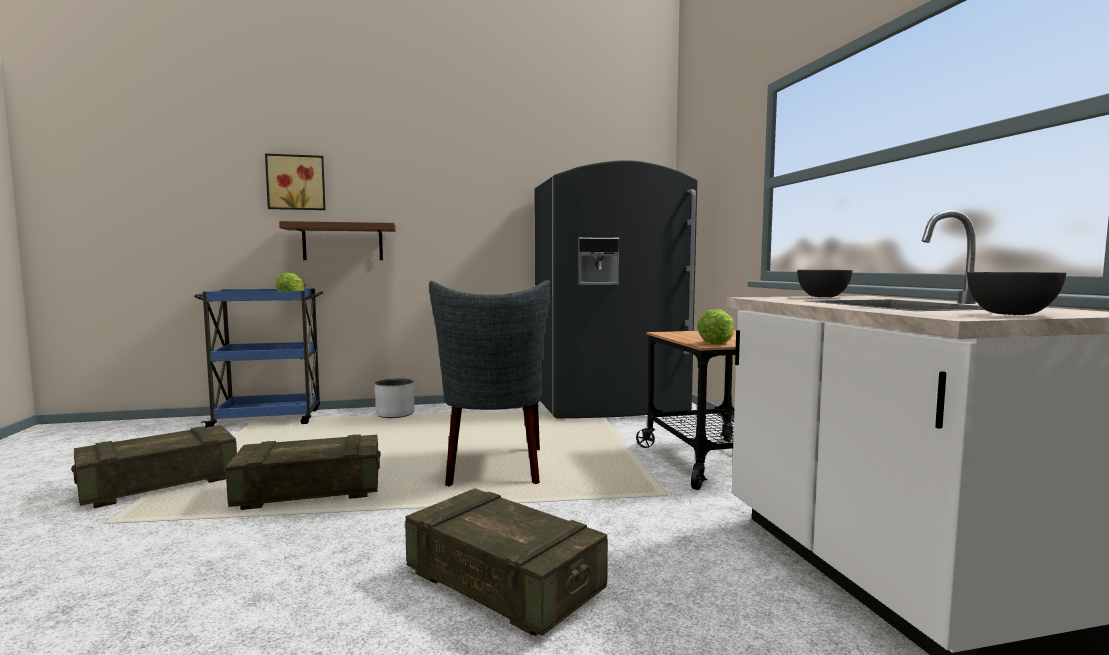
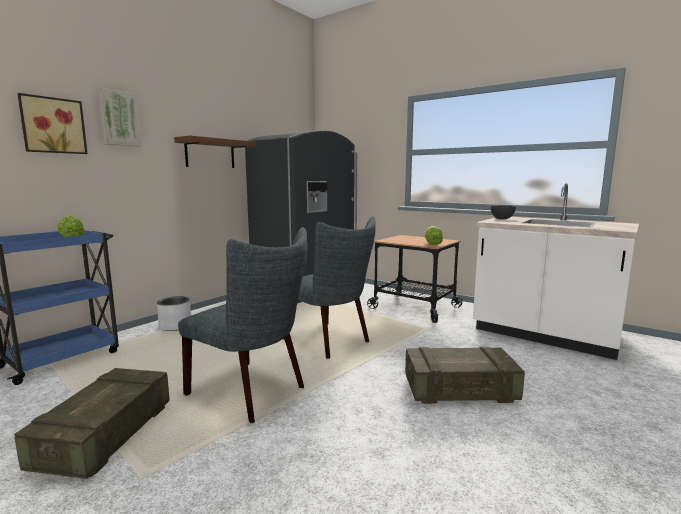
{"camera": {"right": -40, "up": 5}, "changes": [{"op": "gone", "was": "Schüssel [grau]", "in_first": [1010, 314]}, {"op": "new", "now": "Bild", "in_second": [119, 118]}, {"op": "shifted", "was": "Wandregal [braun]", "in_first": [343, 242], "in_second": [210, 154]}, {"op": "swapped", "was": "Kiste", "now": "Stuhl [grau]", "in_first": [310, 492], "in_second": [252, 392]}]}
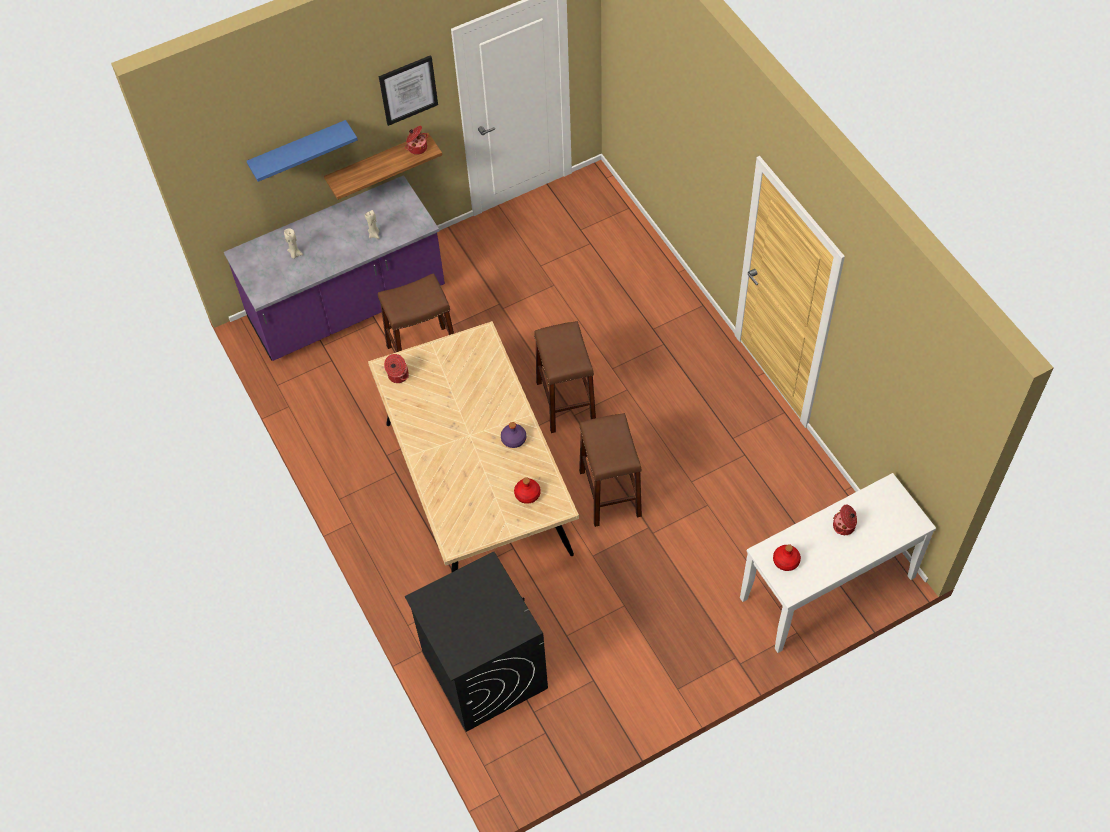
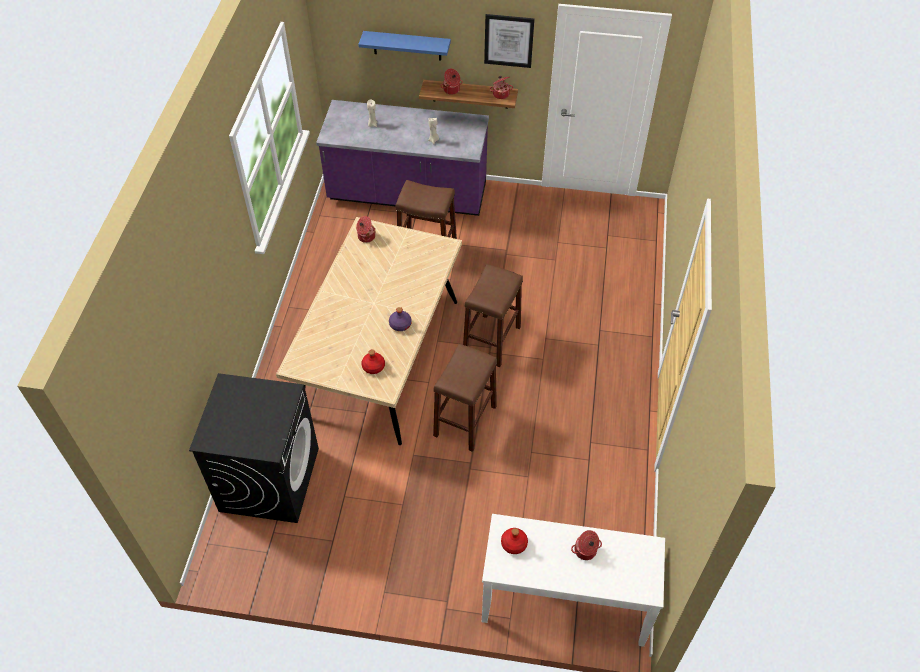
{"camera": {"right": 35, "up": -5}, "changes": [{"op": "new", "now": "Kochtopf", "in_second": [451, 90]}]}
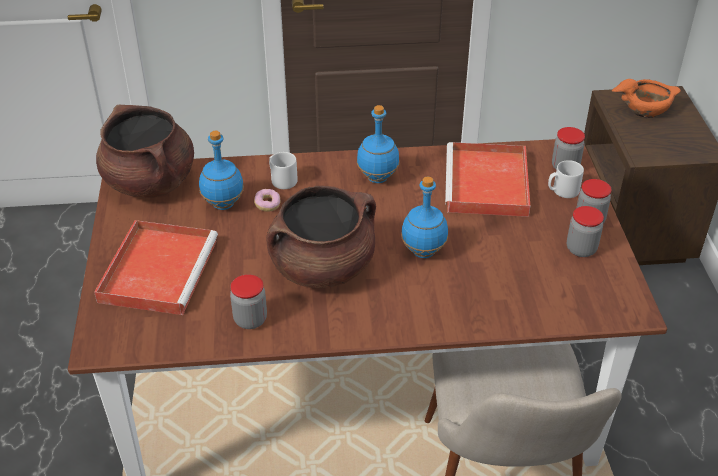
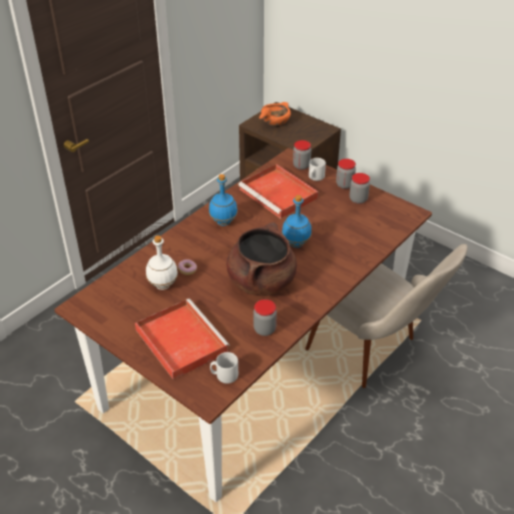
{"camera": {"right": -45, "up": 0}, "changes": [{"op": "gone", "was": "Kochtopf [braun]", "in_first": [150, 182]}, {"op": "shifted", "was": "Henkelbecher [grau]", "in_first": [282, 180], "in_second": [224, 375]}, {"op": "repainted", "was": "Flasche [blau]", "now": "Flasche [weiß]", "in_first": [223, 204], "in_second": [163, 285]}]}
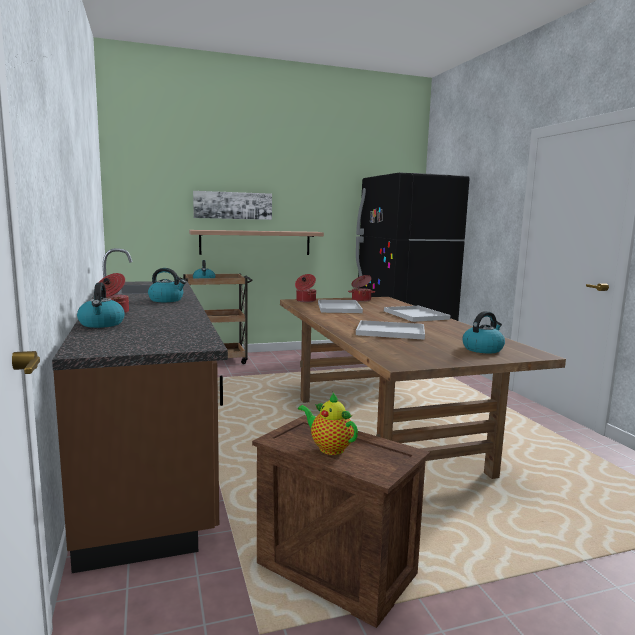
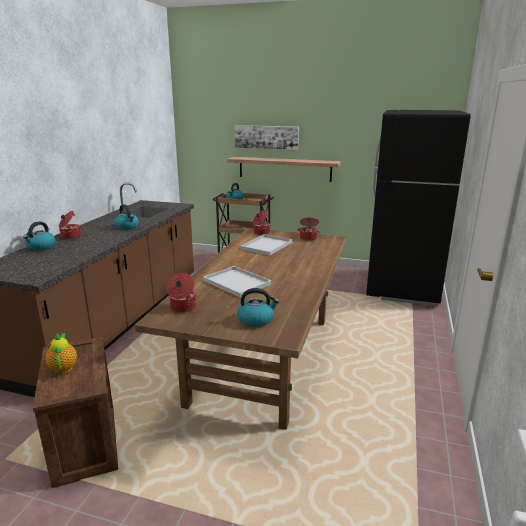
{"camera": {"right": 35, "up": 10}, "changes": [{"op": "gone", "was": "Tablett [weiß]", "in_first": [417, 315]}, {"op": "new", "now": "Kochtopf", "in_second": [182, 307]}]}
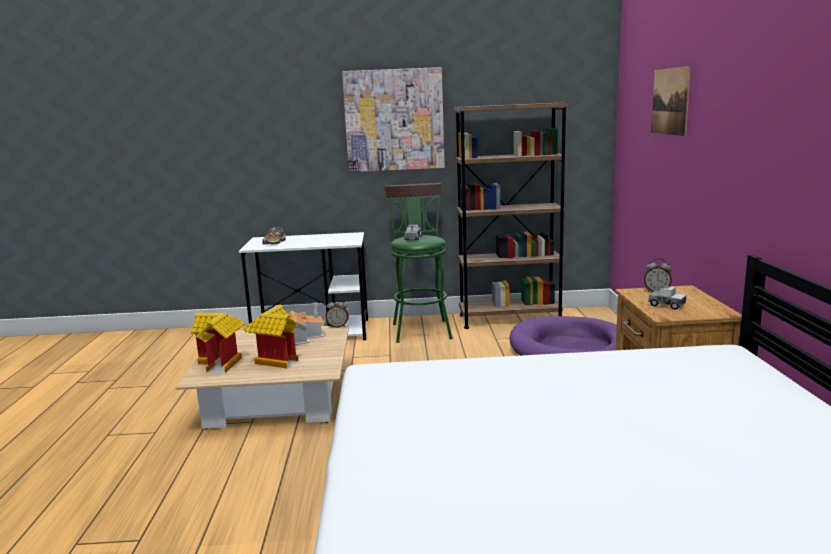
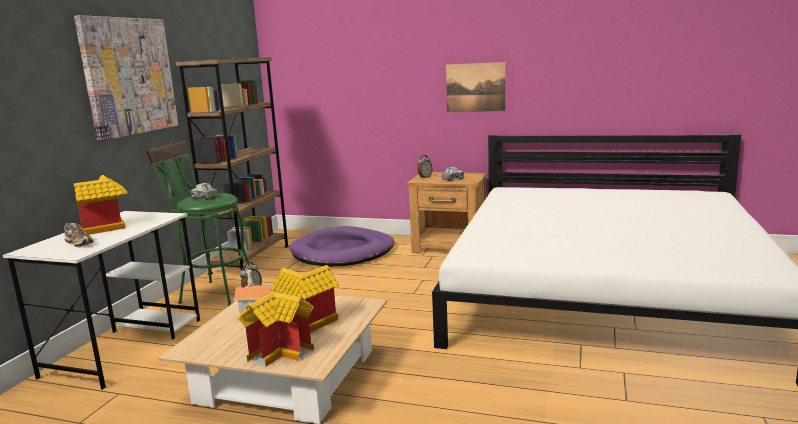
{"camera": {"right": -70, "up": 0}, "changes": [{"op": "new", "now": "Spielzeughaus", "in_second": [107, 228]}, {"op": "shifted", "was": "Bild", "in_first": [670, 101], "in_second": [475, 87]}]}
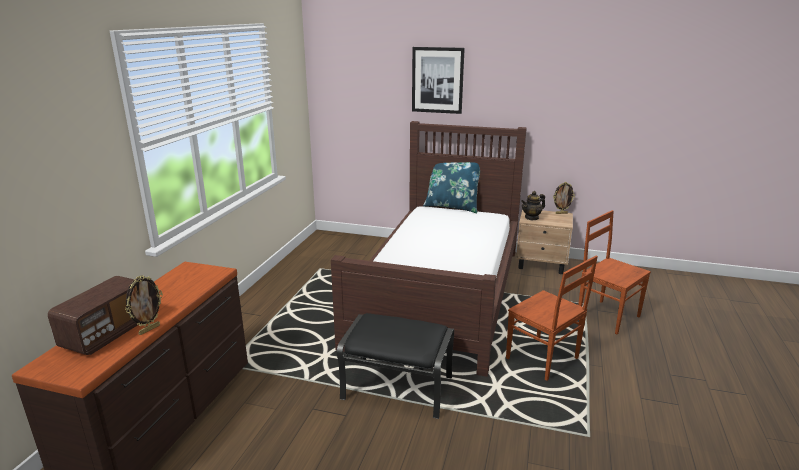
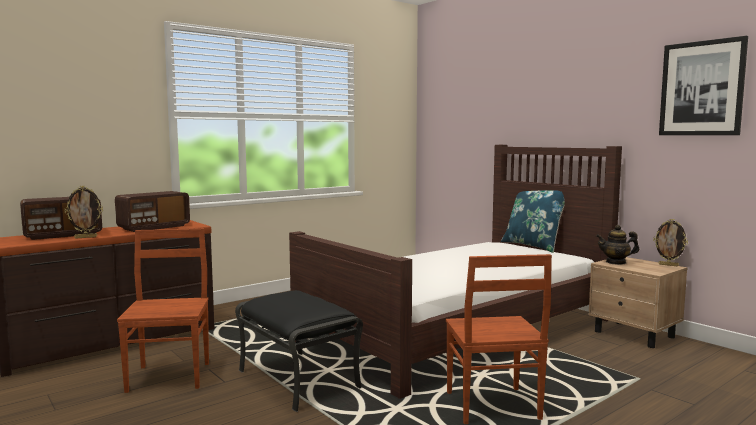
{"camera": {"right": 35, "up": -15}, "changes": [{"op": "new", "now": "Radio", "in_second": [154, 227]}, {"op": "shifted", "was": "Bild", "in_first": [437, 80], "in_second": [701, 88]}, {"op": "shifted", "was": "Stuhl [braun]", "in_first": [607, 316], "in_second": [171, 376]}]}
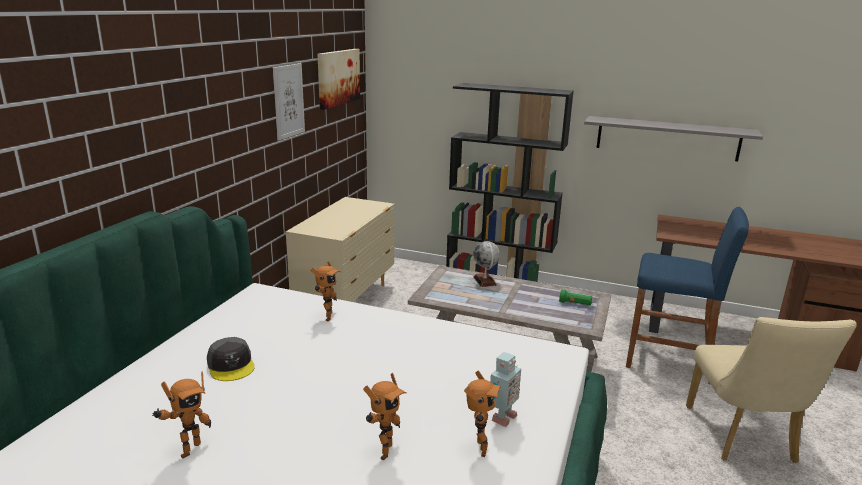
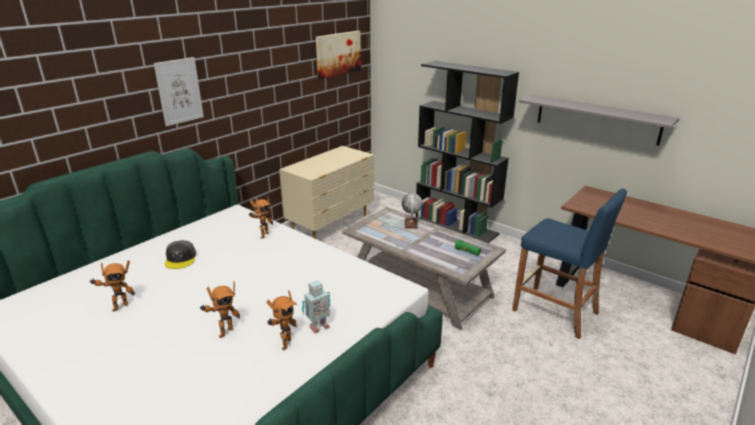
{"camera": {"right": 20, "up": 5}, "changes": [{"op": "gone", "was": "Stuhl [beige]", "in_first": [743, 439]}, {"op": "shifted", "was": "Bild", "in_first": [288, 101], "in_second": [179, 91]}]}
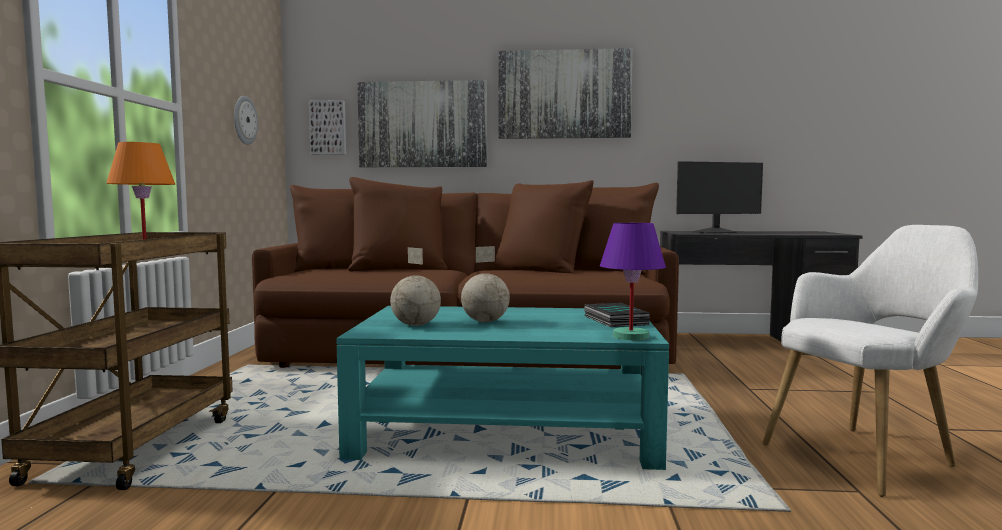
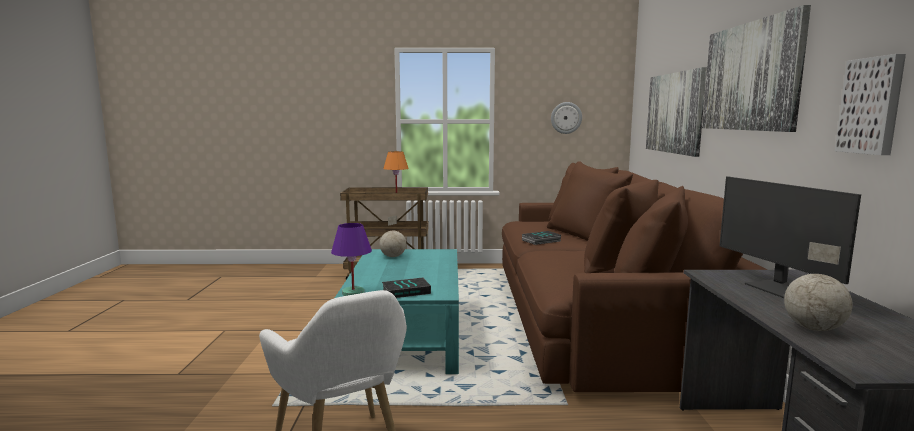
{"camera": {"right": 85, "up": 5}, "changes": [{"op": "new", "now": "Buch", "in_second": [541, 241]}, {"op": "shifted", "was": "Bild", "in_first": [328, 128], "in_second": [872, 106]}, {"op": "shifted", "was": "Globus", "in_first": [484, 321], "in_second": [813, 328]}]}
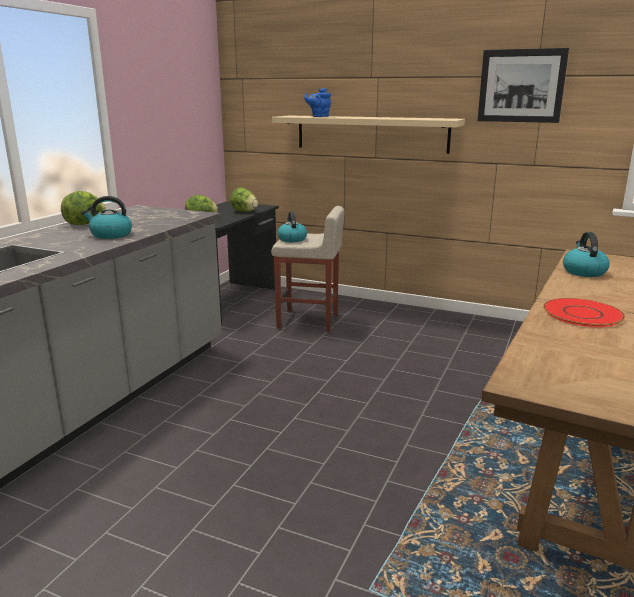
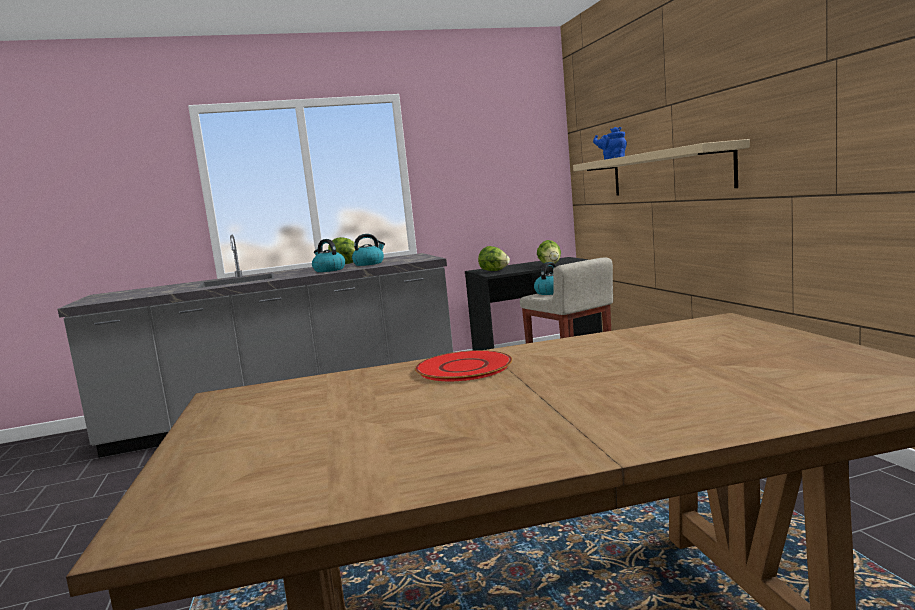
{"camera": {"right": 50, "up": -10}, "changes": [{"op": "gone", "was": "Bild", "in_first": [521, 86]}, {"op": "shifted", "was": "Wasserkessel", "in_first": [583, 271], "in_second": [369, 264]}]}
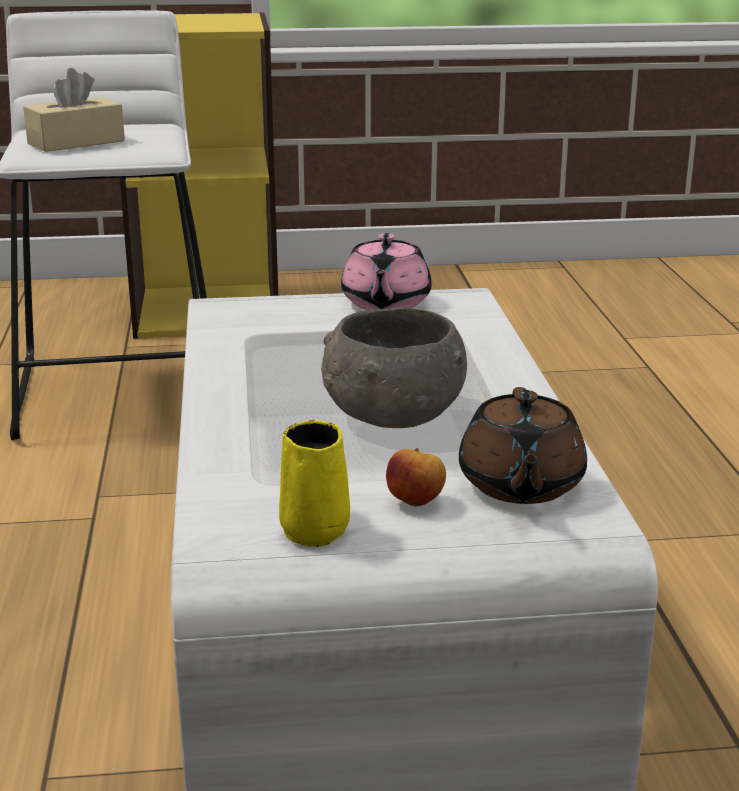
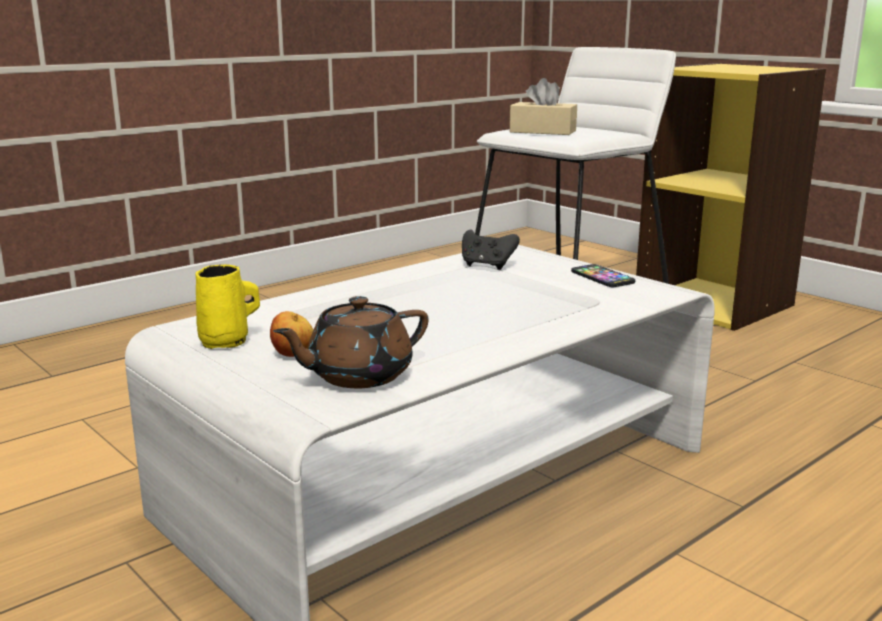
{"camera": {"right": 55, "up": -5}, "changes": [{"op": "gone", "was": "Schüssel [grau]", "in_first": [392, 415]}, {"op": "new", "now": "Gamepad [schwarz]", "in_second": [487, 266]}, {"op": "swapped", "was": "Teekanne [rosa]", "now": "Handy", "in_first": [385, 303], "in_second": [602, 277]}]}
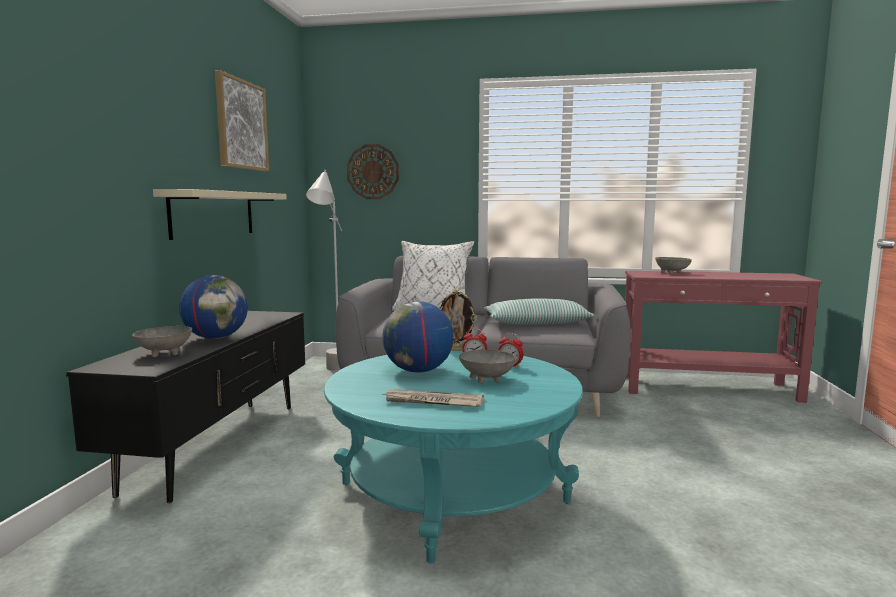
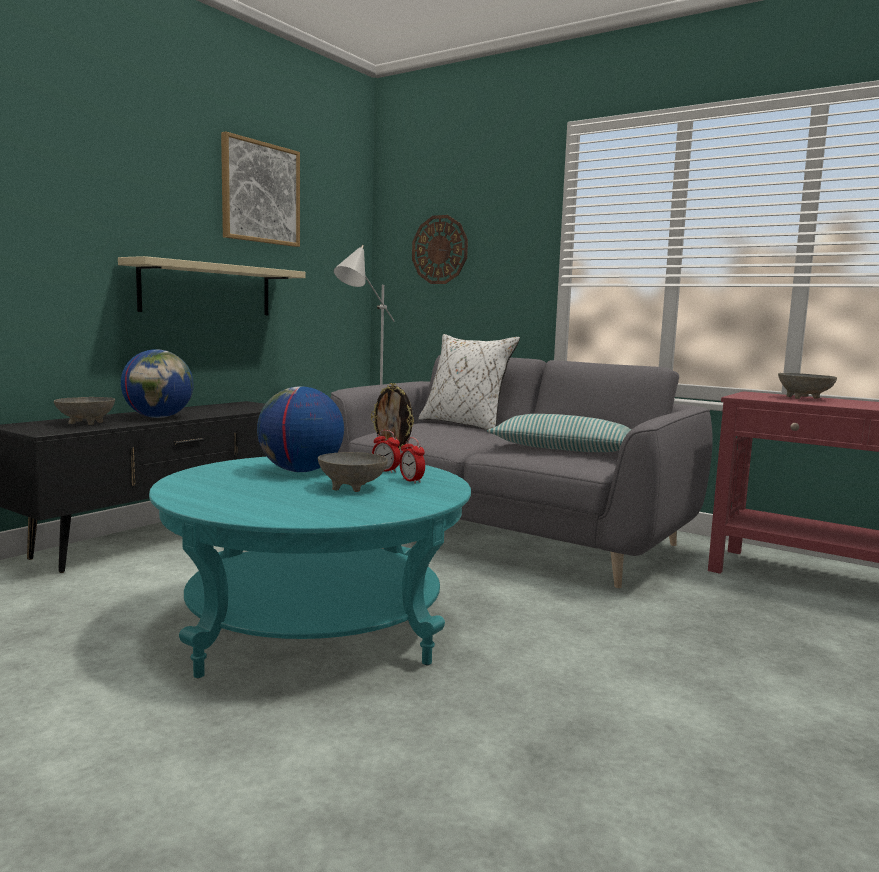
{"camera": {"right": 25, "up": 0}, "changes": [{"op": "gone", "was": "Zeitung", "in_first": [433, 402]}]}
